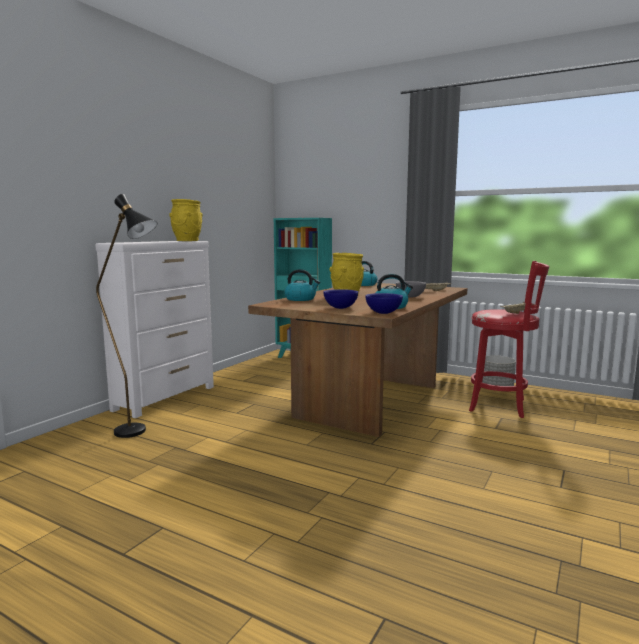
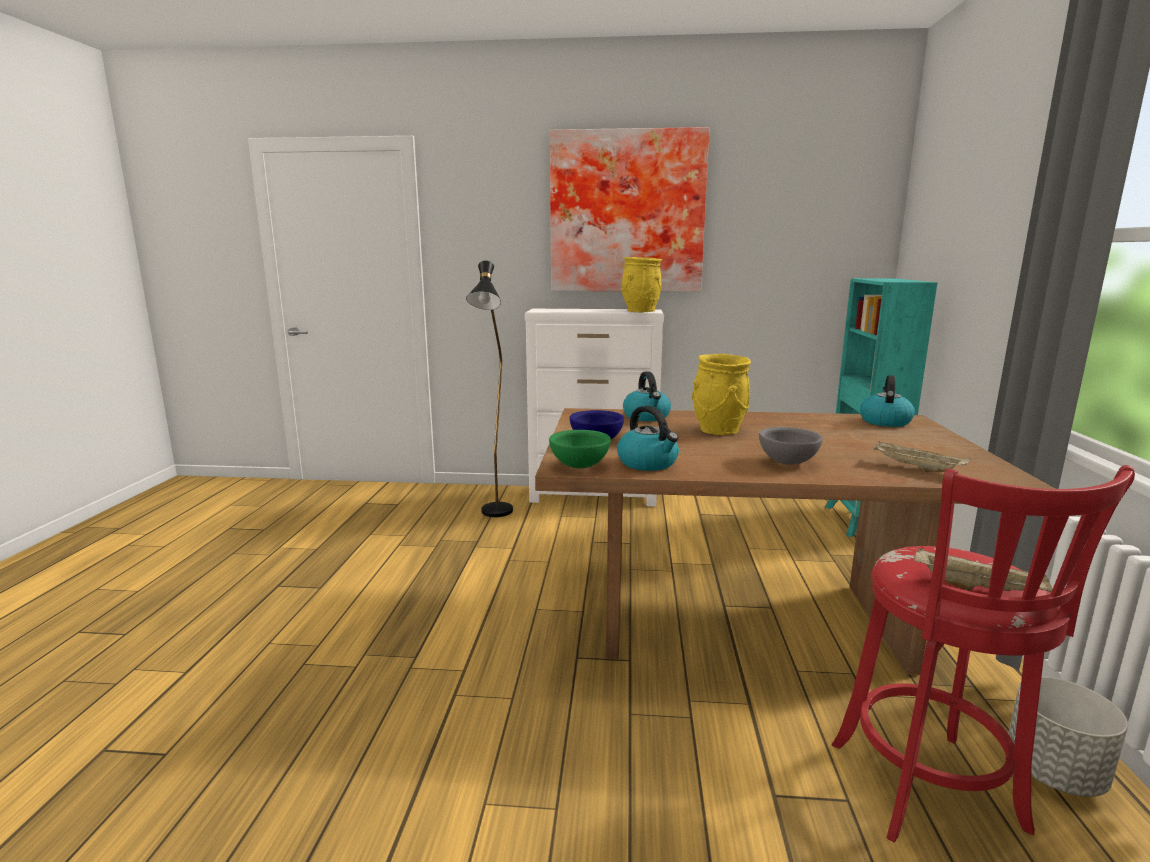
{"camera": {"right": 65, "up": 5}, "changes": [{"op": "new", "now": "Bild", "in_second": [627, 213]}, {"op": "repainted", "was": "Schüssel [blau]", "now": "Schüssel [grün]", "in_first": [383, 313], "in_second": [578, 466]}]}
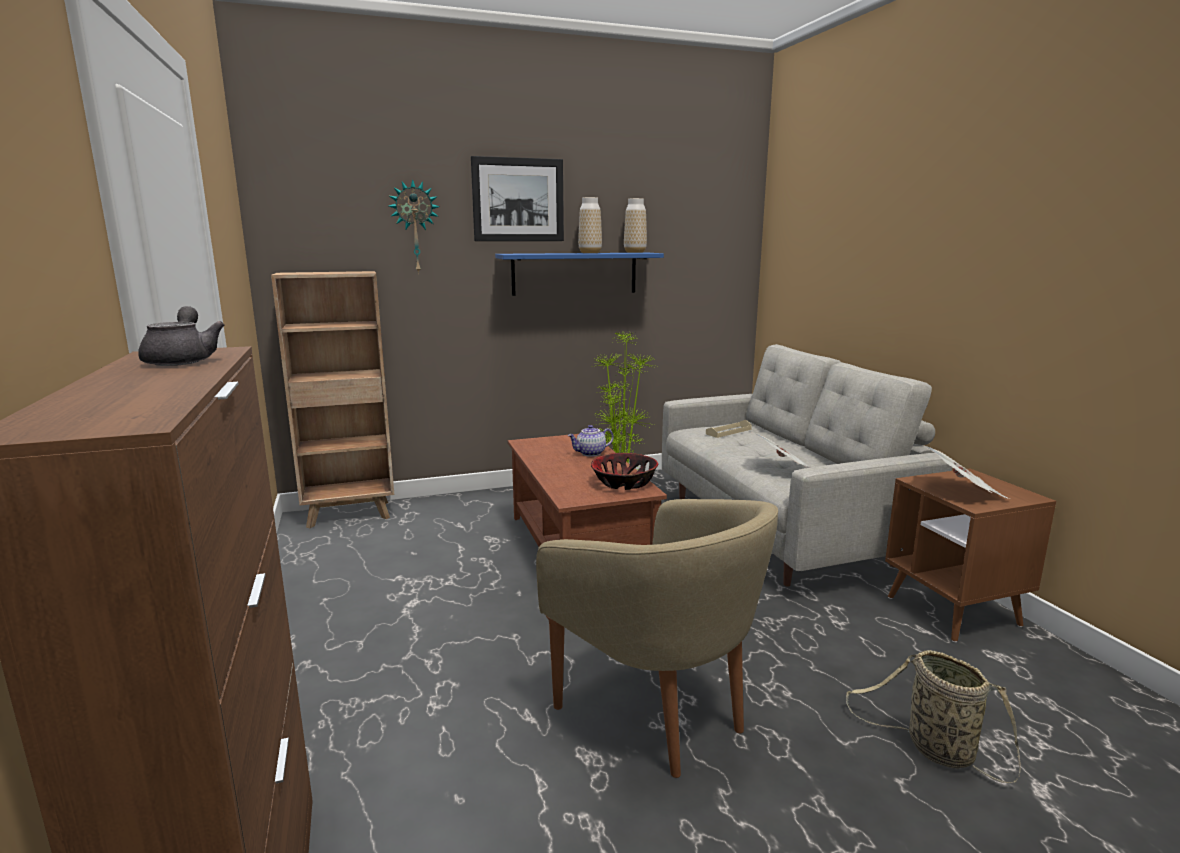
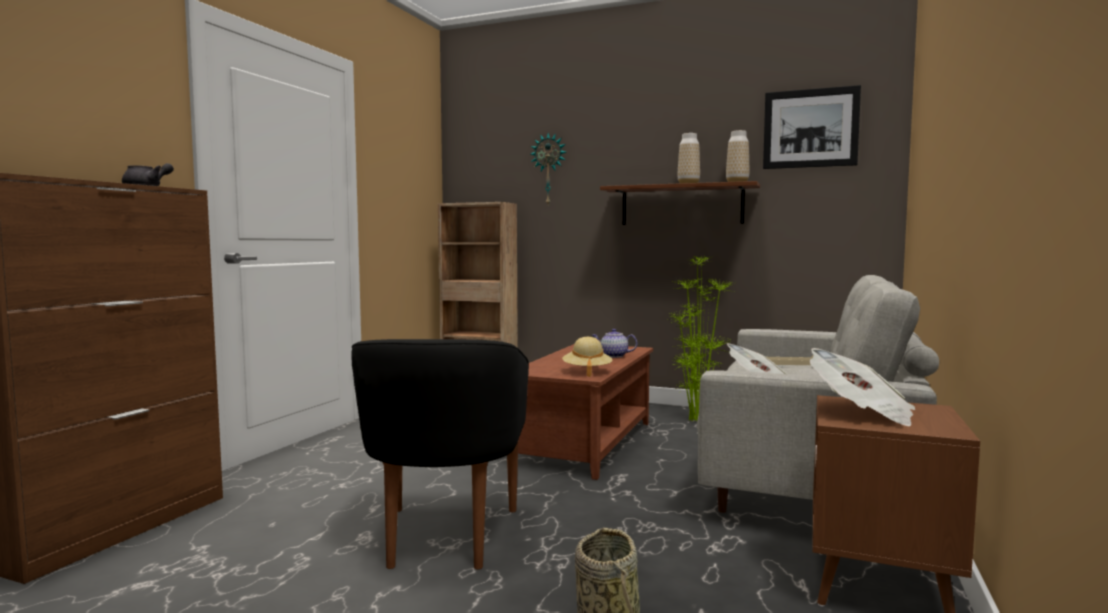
{"camera": {"right": 40, "up": -10}, "changes": [{"op": "shifted", "was": "Bild", "in_first": [518, 200], "in_second": [810, 128]}, {"op": "swapped", "was": "Schüssel", "now": "Hut [beige]", "in_first": [624, 483], "in_second": [587, 371]}, {"op": "repainted", "was": "Wandregal [blau]", "now": "Wandregal [braun]", "in_first": [574, 273], "in_second": [681, 205]}, {"op": "repainted", "was": "Sessel [beige]", "now": "Sessel [schwarz]", "in_first": [657, 714], "in_second": [445, 537]}]}
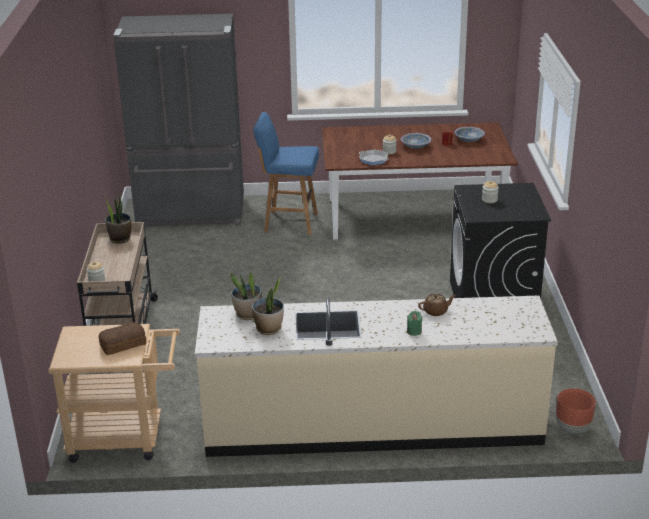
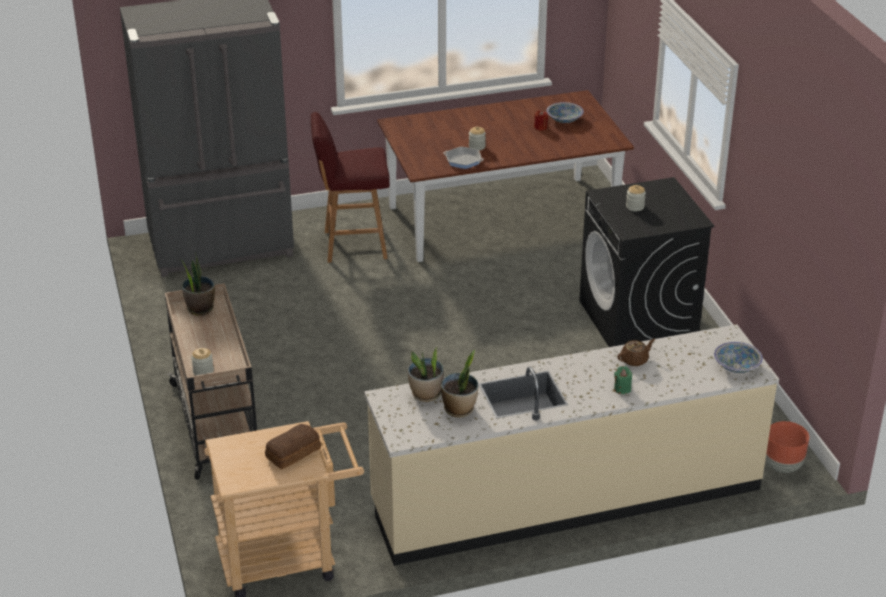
{"camera": {"right": -15, "up": 5}, "changes": [{"op": "shifted", "was": "Schüssel", "in_first": [415, 146], "in_second": [737, 366]}, {"op": "repainted", "was": "Hocker [blau]", "now": "Hocker [rot]", "in_first": [289, 222], "in_second": [353, 245]}]}
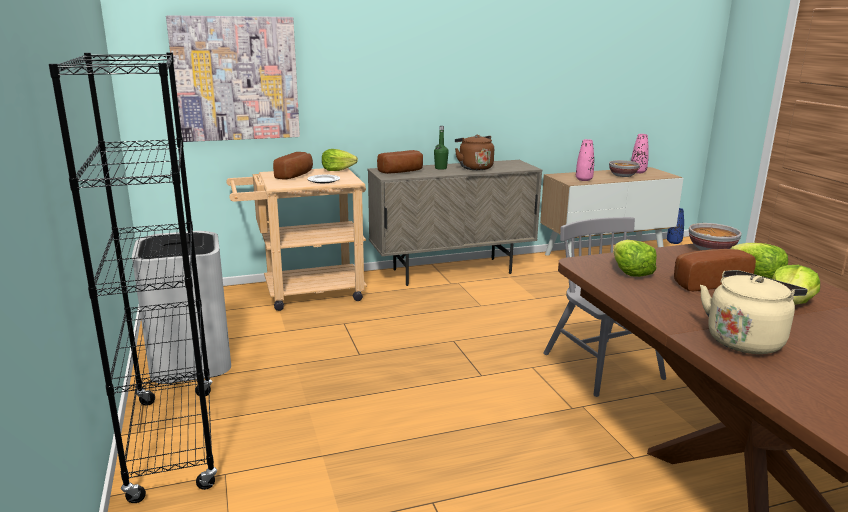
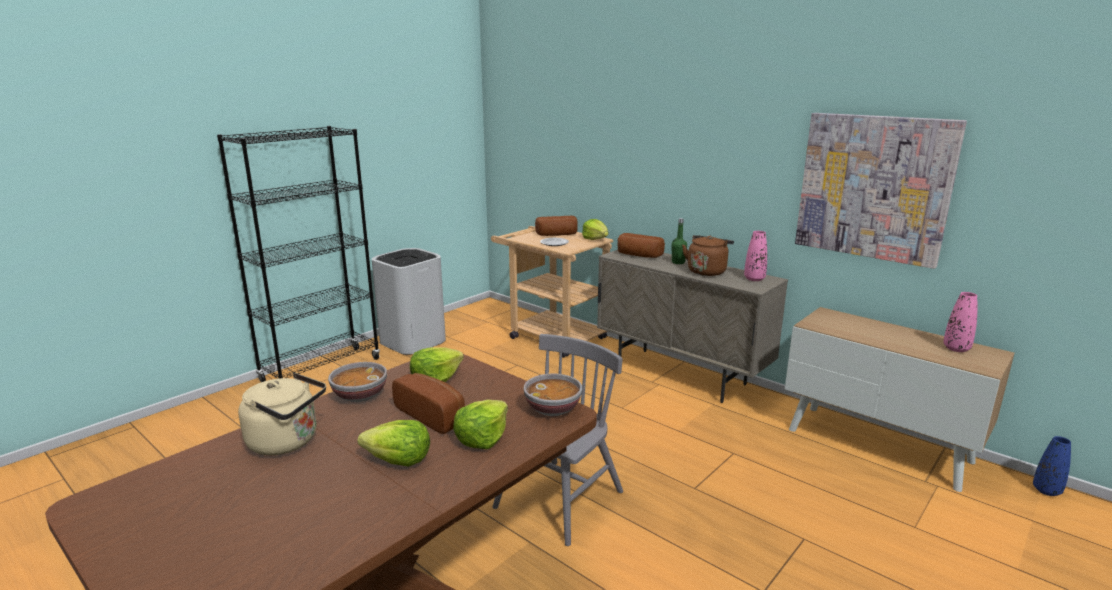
{"camera": {"right": 60, "up": 0}, "changes": [{"op": "shifted", "was": "Bild", "in_first": [236, 79], "in_second": [873, 187]}, {"op": "shifted", "was": "Vase [rosa]", "in_first": [584, 179], "in_second": [754, 279]}, {"op": "shifted", "was": "Schüssel", "in_first": [622, 175], "in_second": [359, 395]}]}
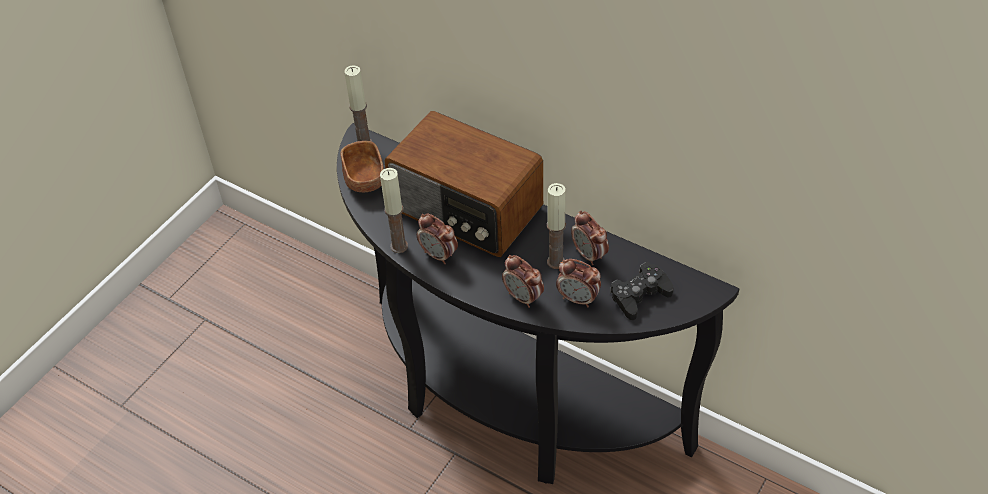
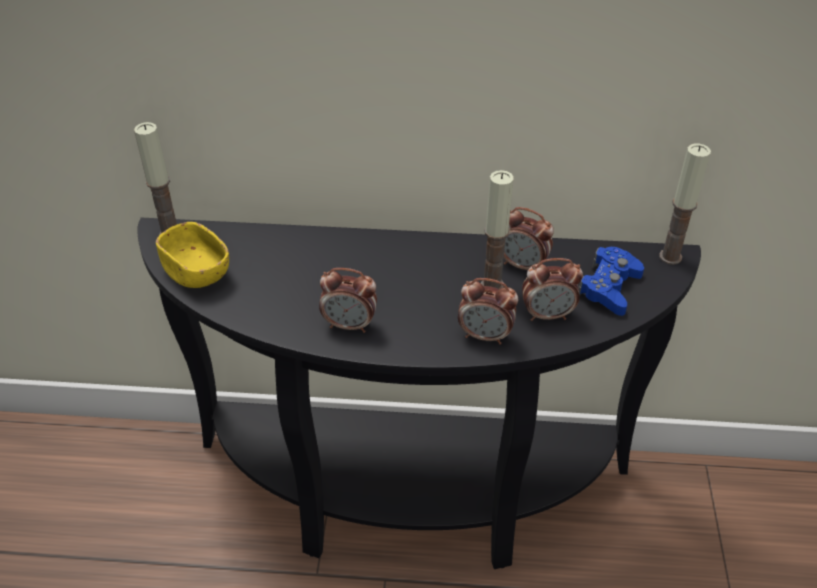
{"camera": {"right": -30, "up": -5}, "changes": [{"op": "gone", "was": "Radio", "in_first": [466, 210]}, {"op": "shifted", "was": "Kerze", "in_first": [399, 246], "in_second": [670, 257]}, {"op": "repainted", "was": "Schüssel [braun]", "now": "Schüssel [gelb]", "in_first": [365, 179], "in_second": [197, 272]}, {"op": "repainted", "was": "Gamepad [schwarz]", "now": "Gamepad [blau]", "in_first": [639, 295], "in_second": [609, 287]}]}
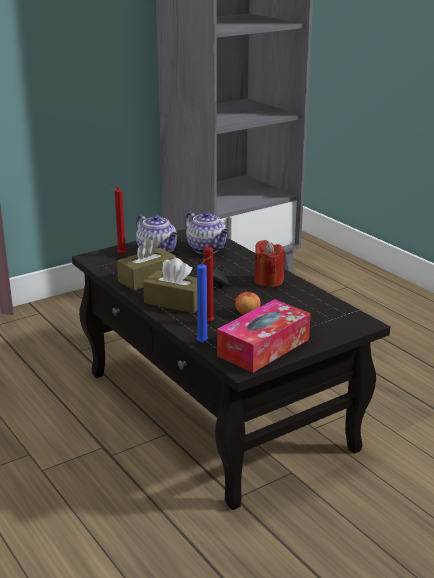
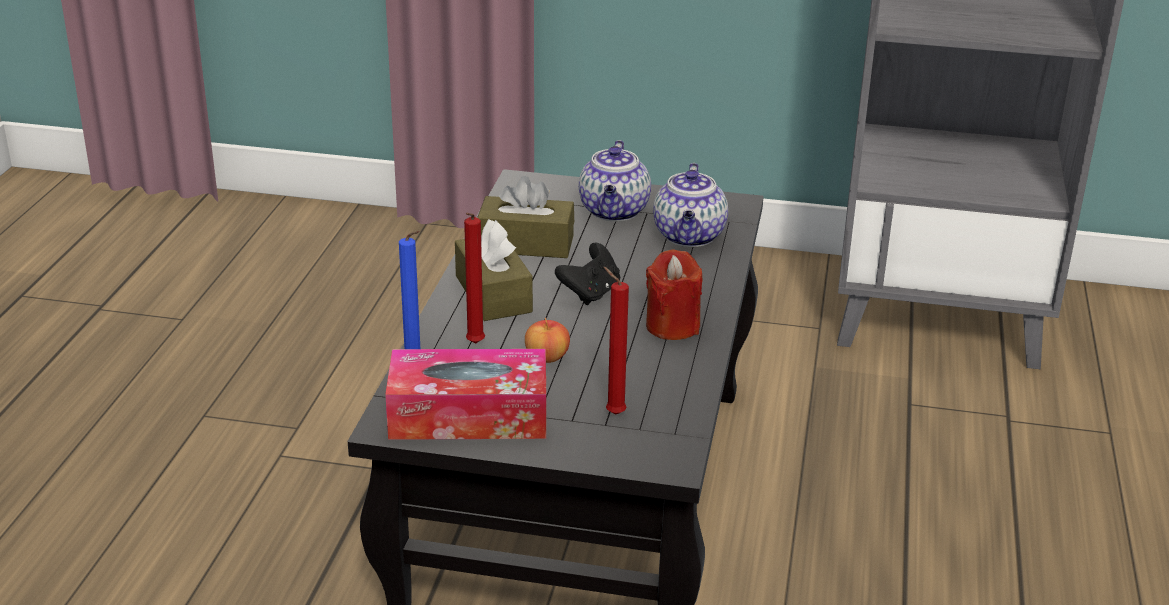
{"camera": {"right": 45, "up": 5}, "changes": [{"op": "shifted", "was": "Kerze [rot]", "in_first": [120, 255], "in_second": [612, 413]}]}
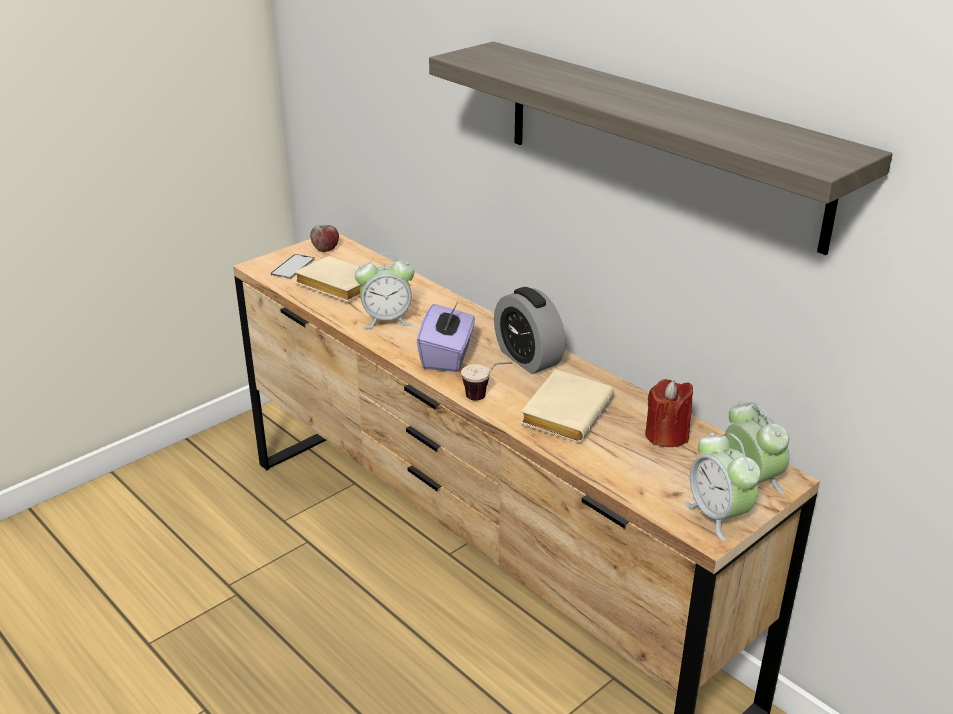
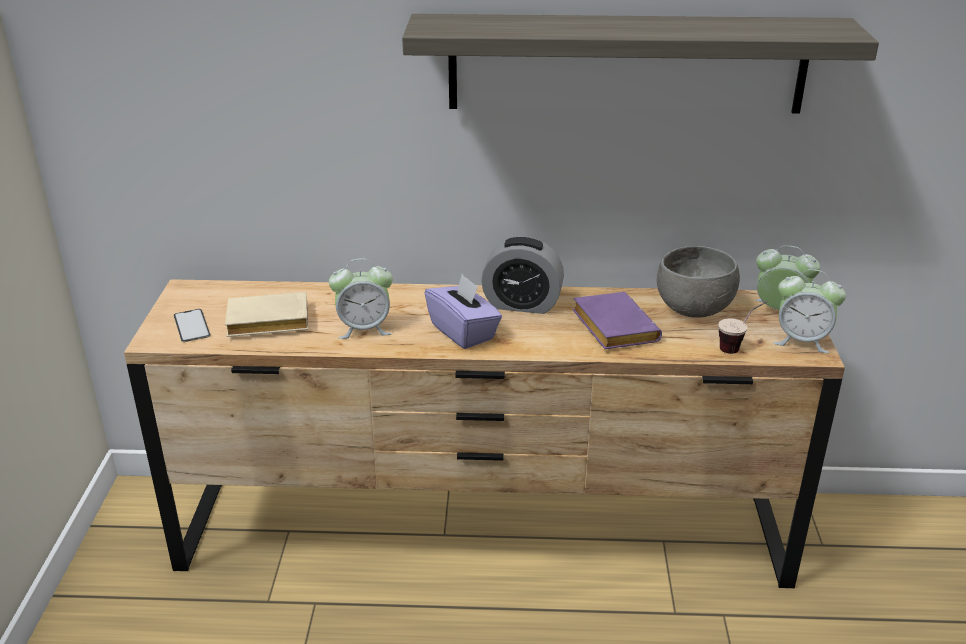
{"camera": {"right": -45, "up": 0}, "changes": [{"op": "gone", "was": "Apfel", "in_first": [325, 249]}, {"op": "shifted", "was": "Tasse", "in_first": [486, 398], "in_second": [738, 346]}, {"op": "swapped", "was": "Kerze [rot]", "now": "Schüssel [grau]", "in_first": [666, 435], "in_second": [693, 309]}, {"op": "repainted", "was": "Buch [beige]", "now": "Buch [lila]", "in_first": [565, 412], "in_second": [611, 327]}, {"op": "rotated", "was": "Wecker", "in_first": [387, 320], "in_second": [364, 329], "clockwise": 45}]}
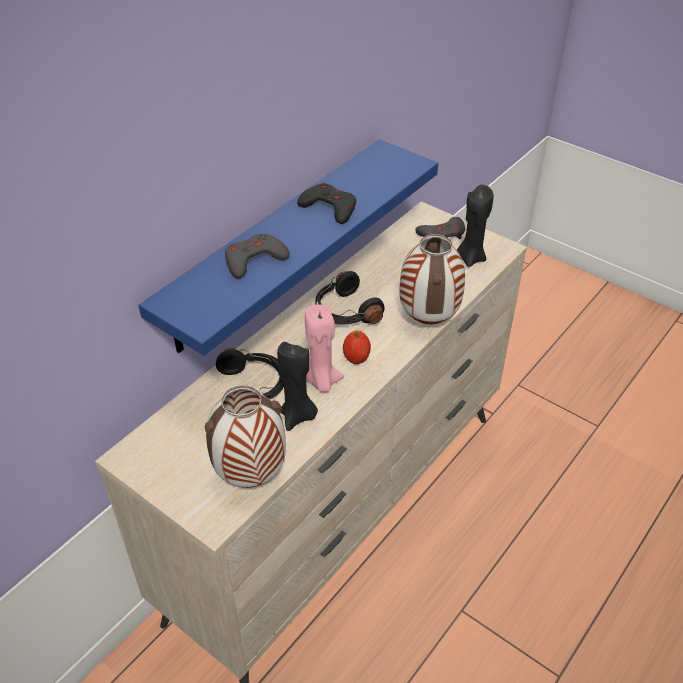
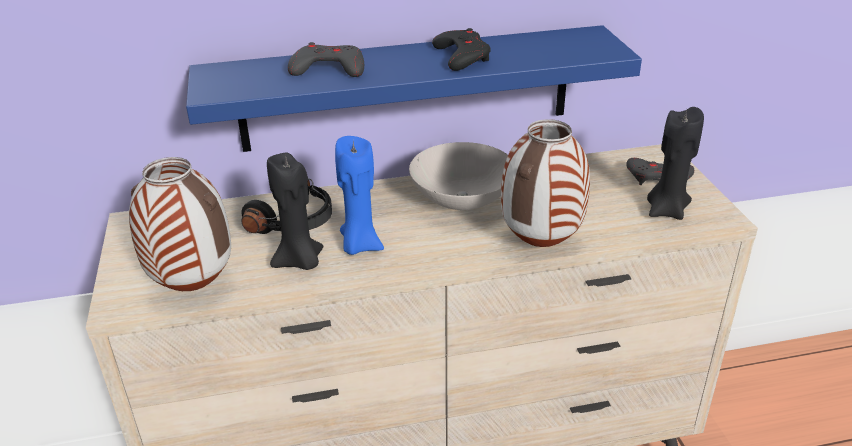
{"camera": {"right": 40, "up": -10}, "changes": [{"op": "gone", "was": "Apfel", "in_first": [356, 358]}, {"op": "swapped", "was": "Kopfhörer [schwarz]", "now": "Schüssel [weiß]", "in_first": [345, 312], "in_second": [461, 200]}, {"op": "repainted", "was": "Kerze [rosa]", "now": "Kerze [blau]", "in_first": [321, 382], "in_second": [359, 245]}]}
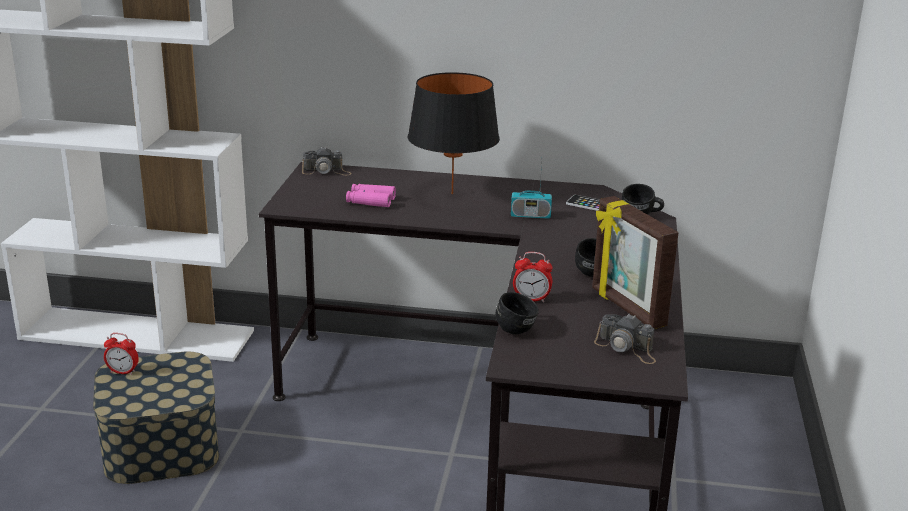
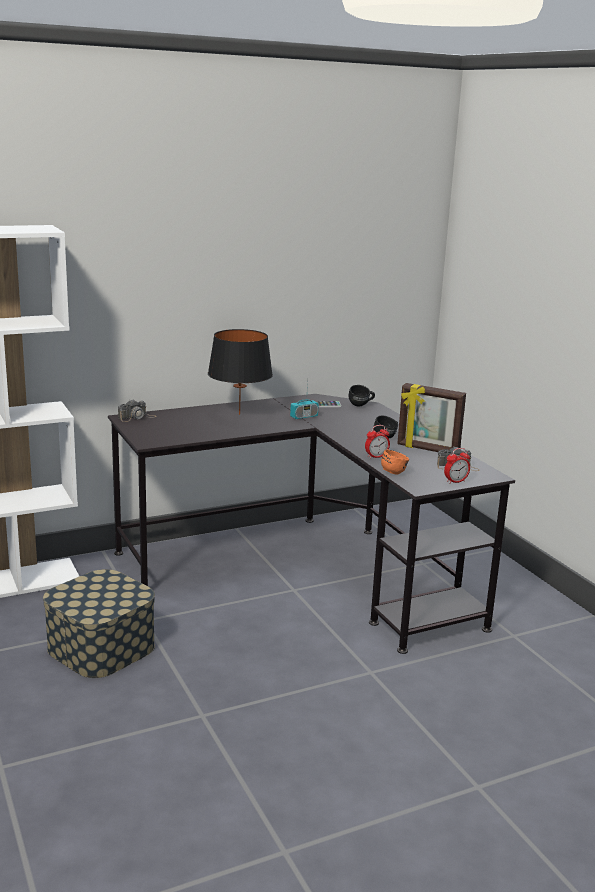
{"camera": {"right": -35, "up": -5}, "changes": [{"op": "gone", "was": "Fernglas [rosa]", "in_first": [370, 201]}, {"op": "shifted", "was": "Wecker", "in_first": [123, 372], "in_second": [455, 481]}, {"op": "repainted", "was": "Henkelbecher [schwarz]", "now": "Henkelbecher [orange]", "in_first": [518, 328], "in_second": [393, 471]}]}
